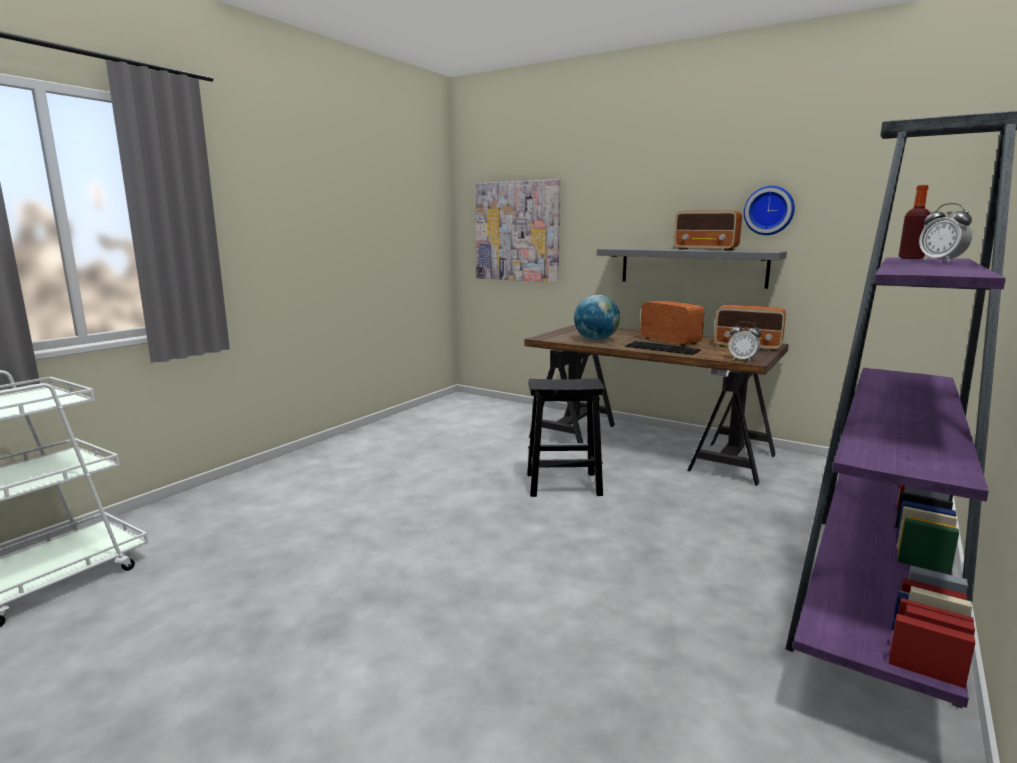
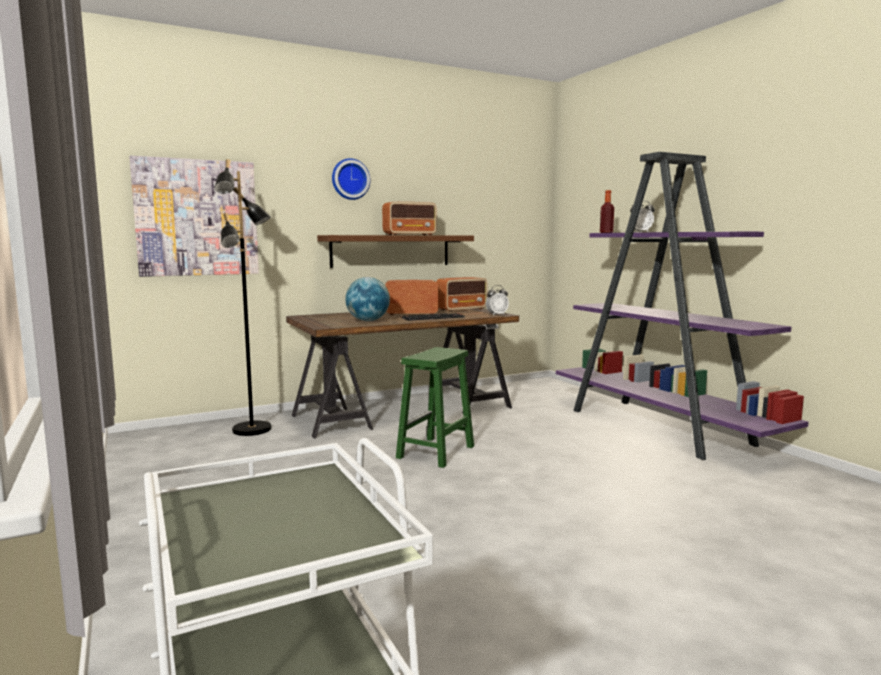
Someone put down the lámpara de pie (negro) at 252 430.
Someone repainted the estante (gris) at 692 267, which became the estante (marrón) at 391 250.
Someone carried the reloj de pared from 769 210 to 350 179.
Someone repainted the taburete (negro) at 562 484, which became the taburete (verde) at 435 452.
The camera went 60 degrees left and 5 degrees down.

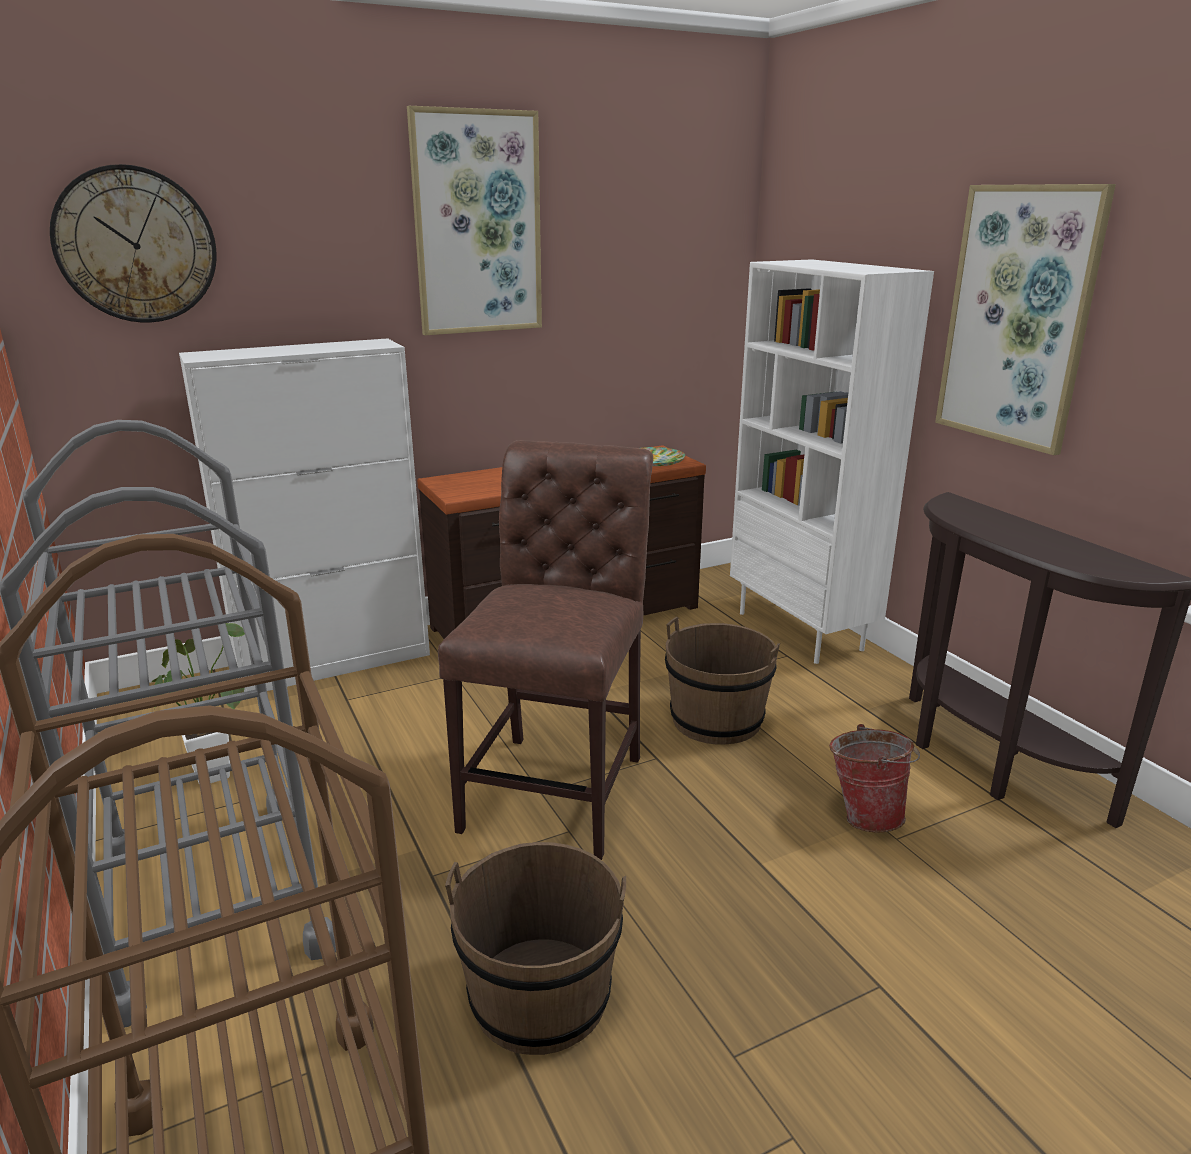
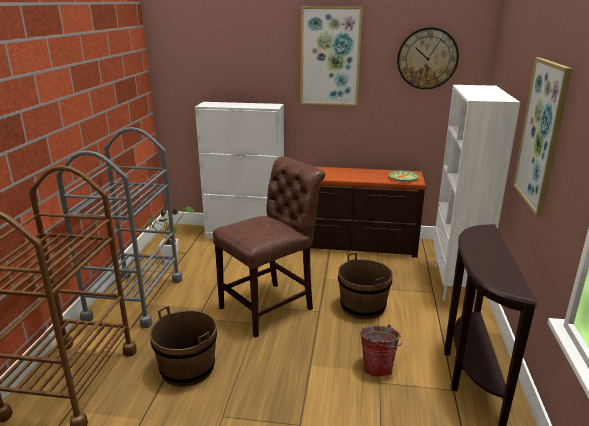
Someone carried the reloj de pared from 136 245 to 427 58.
The camera went 35 degrees right and 0 degrees up.

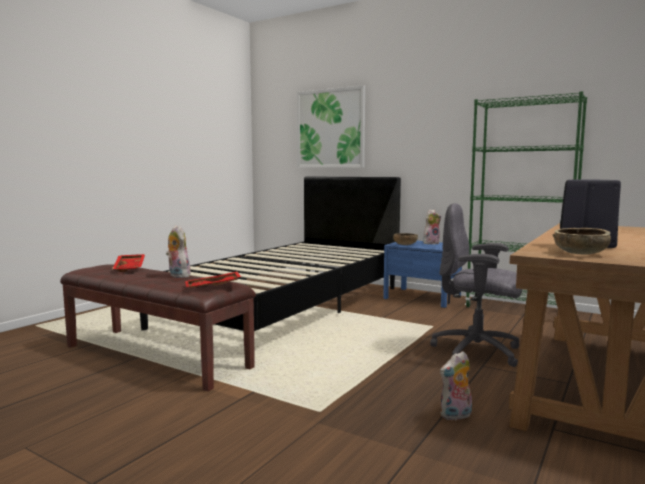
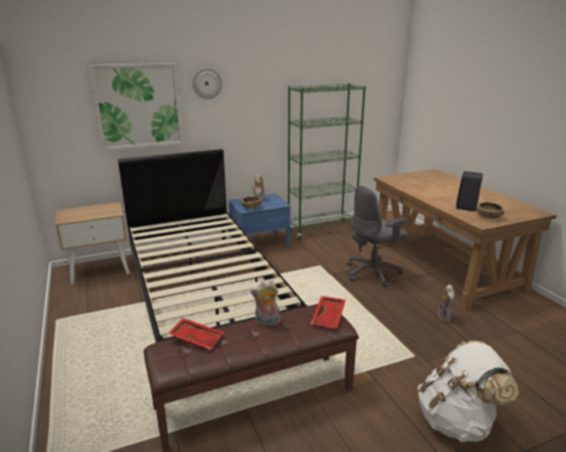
Someone put down the mesita de noche (beis) at 100 269.
Someone put up the reloj de pared at 207 83.
Someone put down the mochila (blanco) at 457 421.
The camera went 55 degrees left and 15 degrees up.

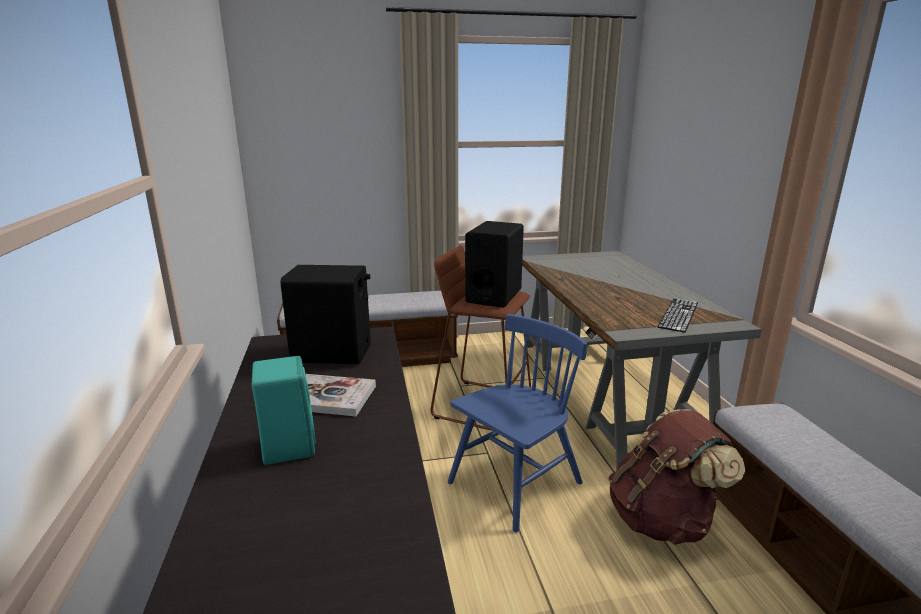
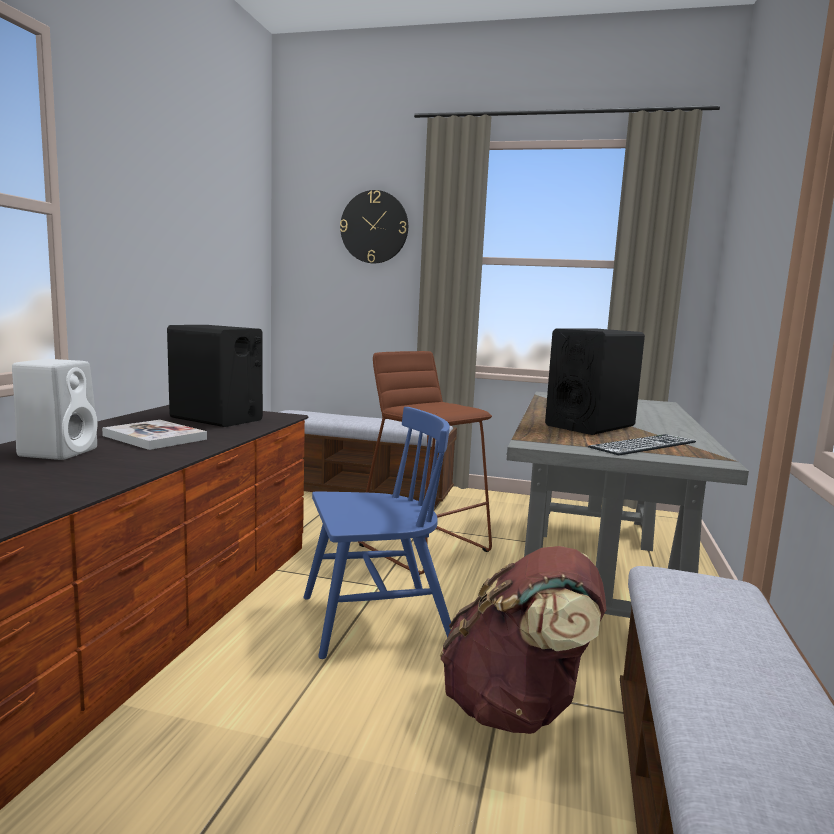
Someone repainted the altavoz (turquesa) at 288 445, which became the altavoz (blanco) at 59 452.
Someone put up the reloj de pared at 374 227.
Someone carried the altavoz (negro) from 494 296 to 590 426.
The camera went 25 degrees right and 10 degrees down.

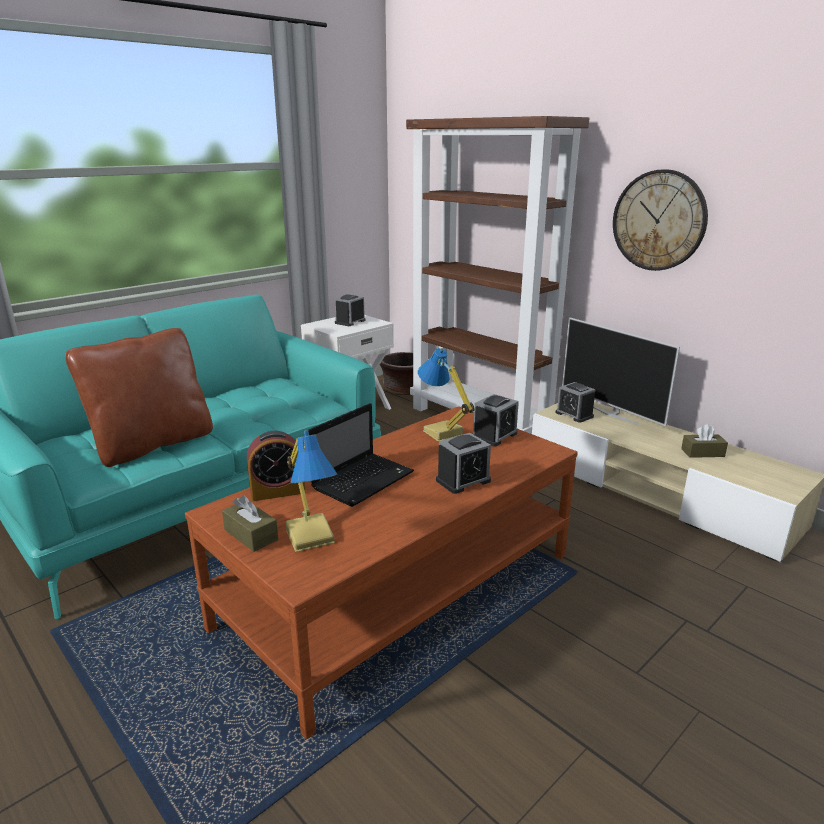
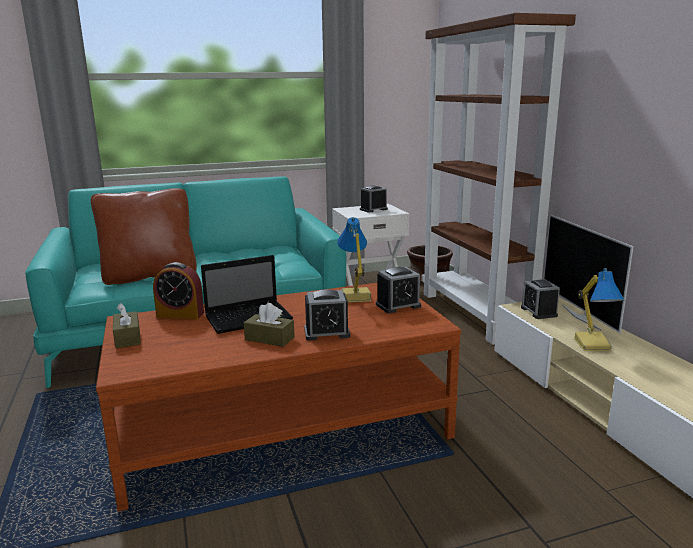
Someone carried the caja de pañuelos (marrón) from 702 453 to 269 338.
Someone carried the lámpara de mesa from 312 536 to 593 344.
Someone took away the reloj de pared at 659 220.
The camera went 25 degrees right and 5 degrees down.

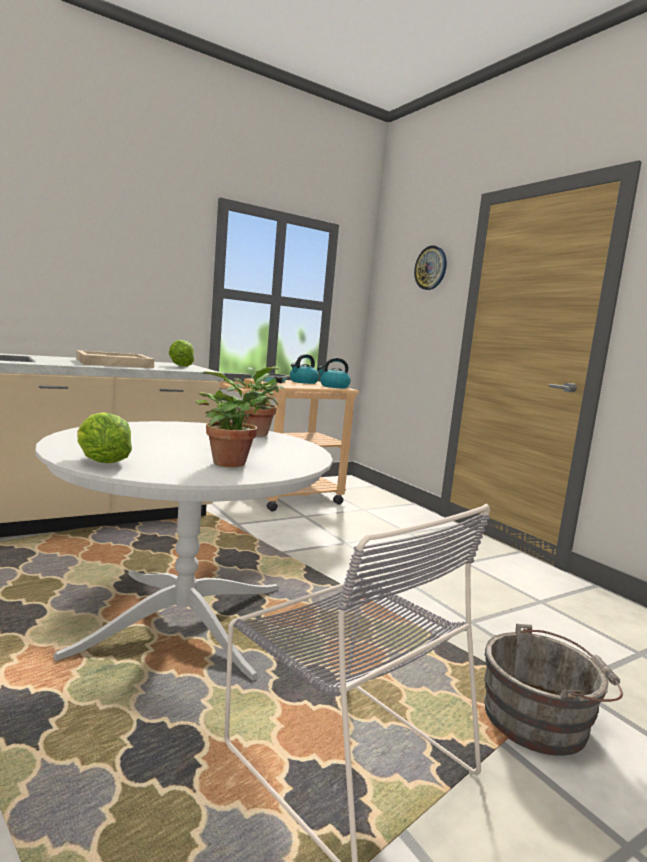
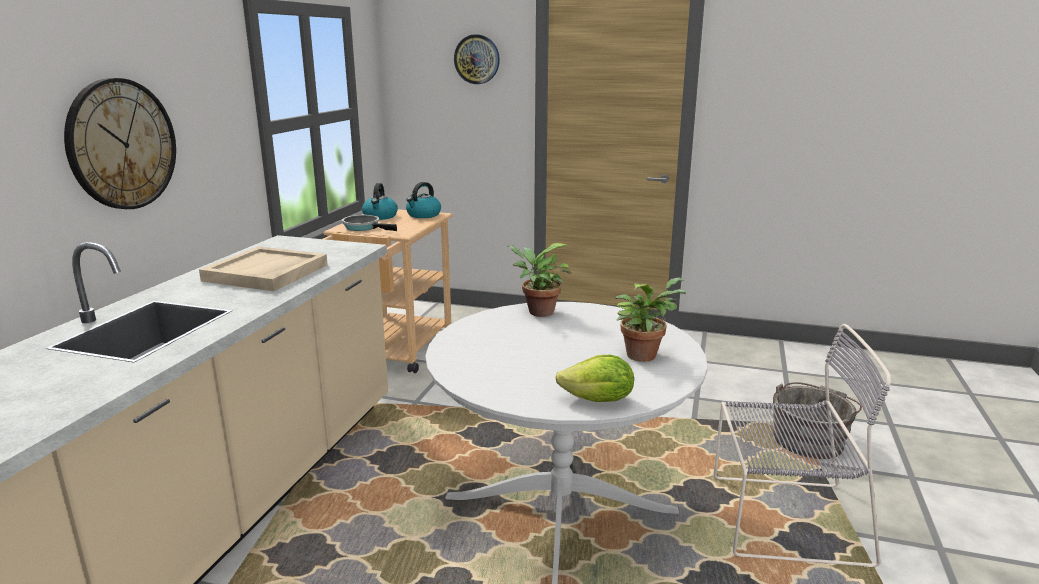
Someone put up the reloj de pared at 122 144.
Someone took away the lechuga at 180 366.
The camera went 40 degrees left and 10 degrees up.

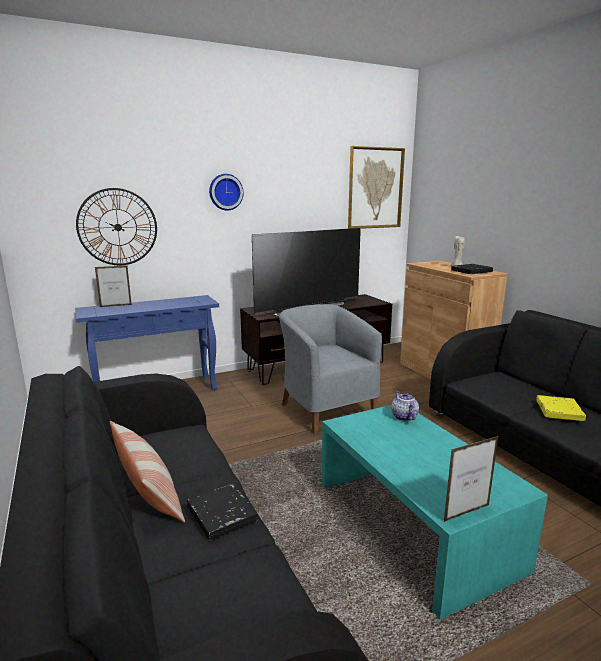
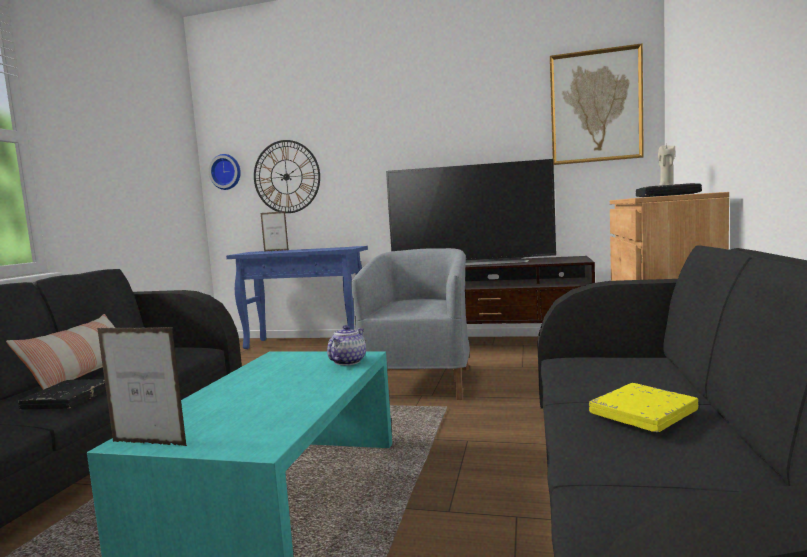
Someone carried the reloj de pared from 225 192 to 226 172.
The camera went 40 degrees right and 10 degrees down.

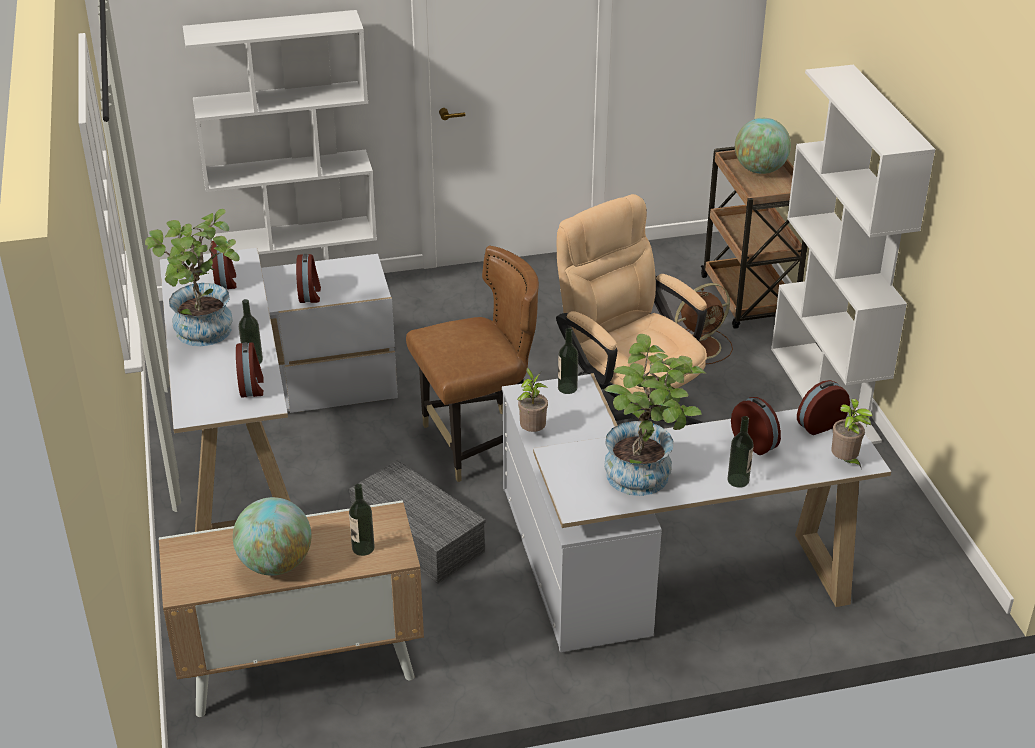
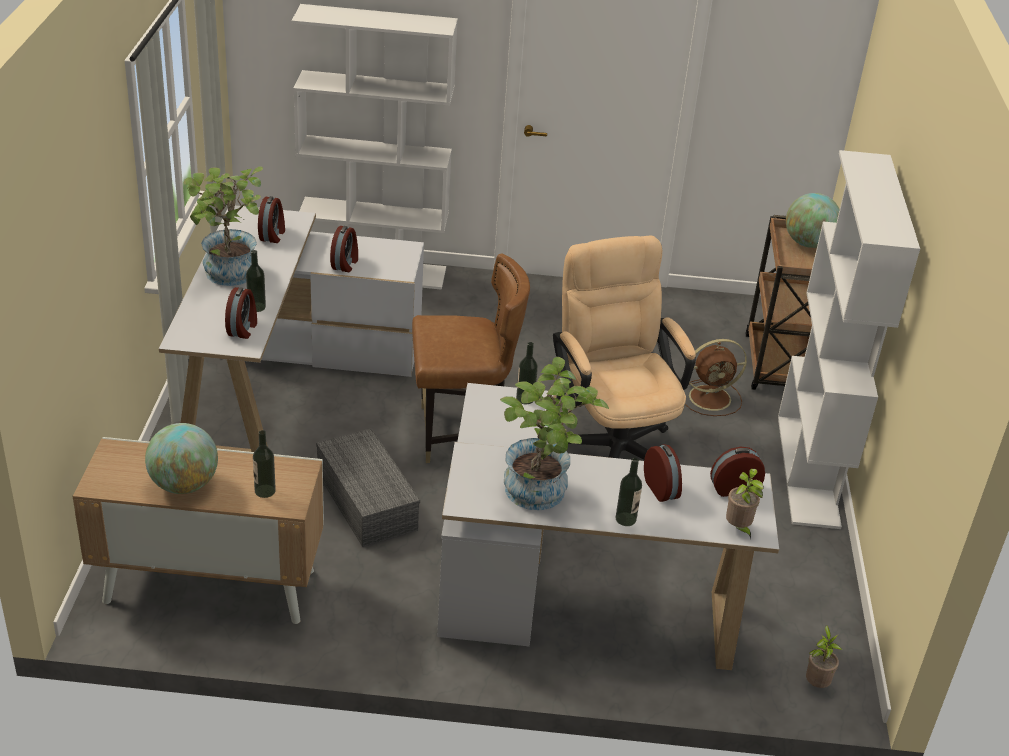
Someone carried the planta en maceta from 532 431 to 816 684.
The camera went 15 degrees right and 0 degrees up.

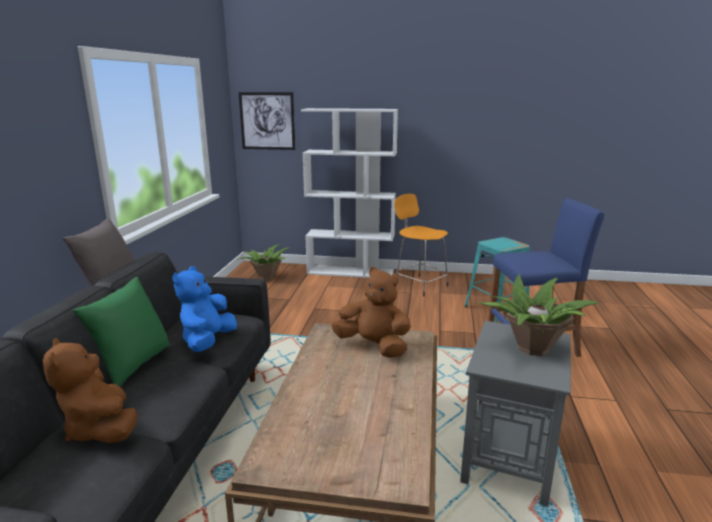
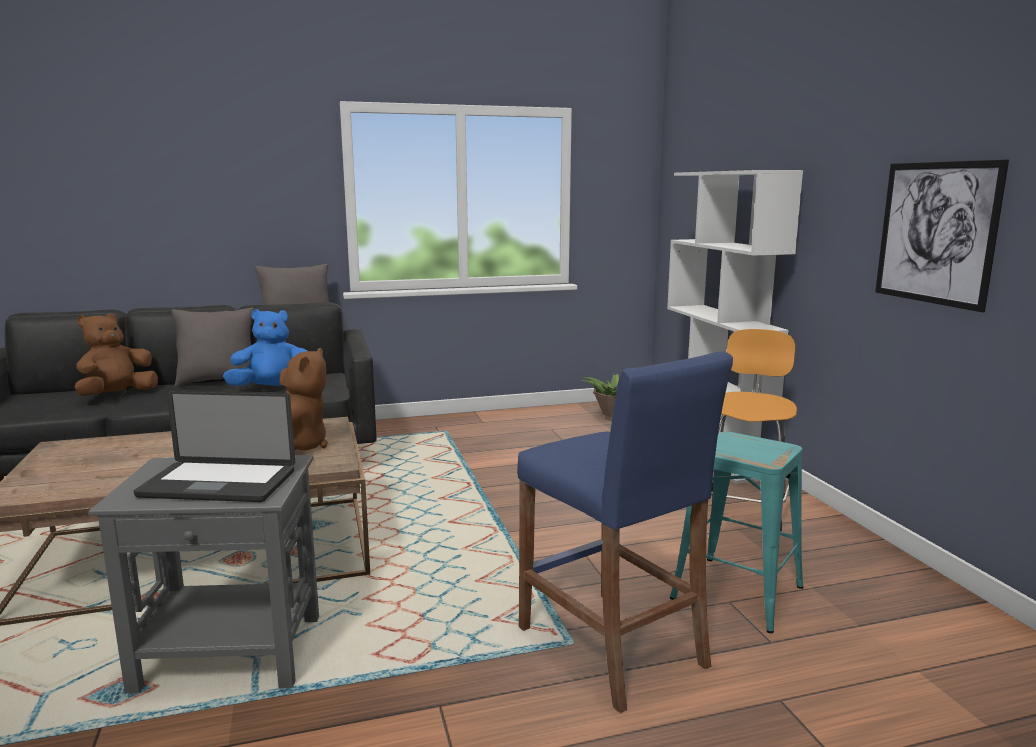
Someone swapped the planta en maceta at 532 349 for the portátil at 218 484.
Someone repainted the cojín (verde) at 133 366, which became the cojín (gris) at 218 381.
Someone carried the cuadro from 267 121 to 936 233.
The camera went 65 degrees right and 5 degrees down.

